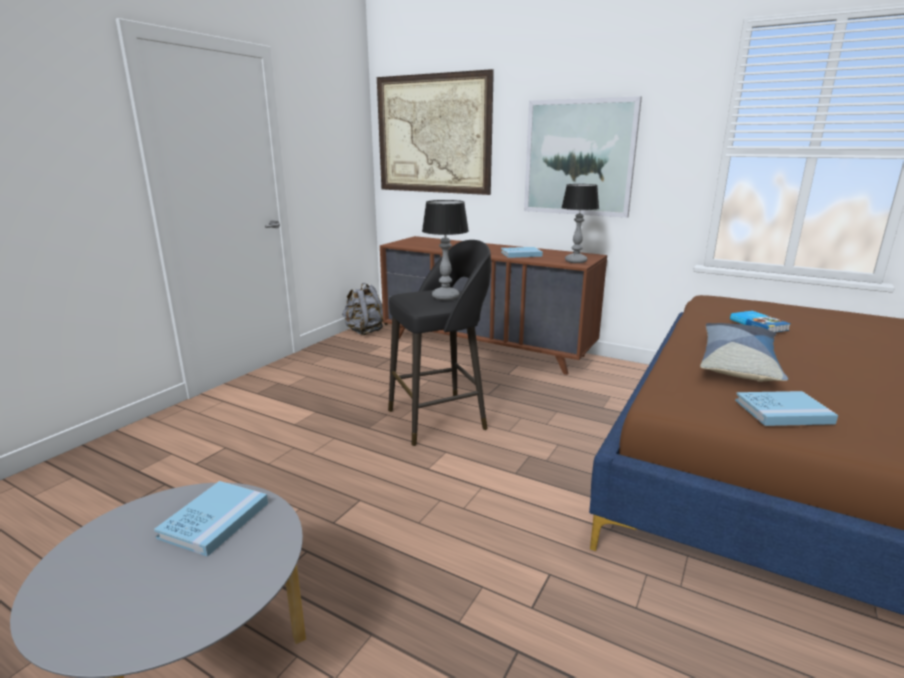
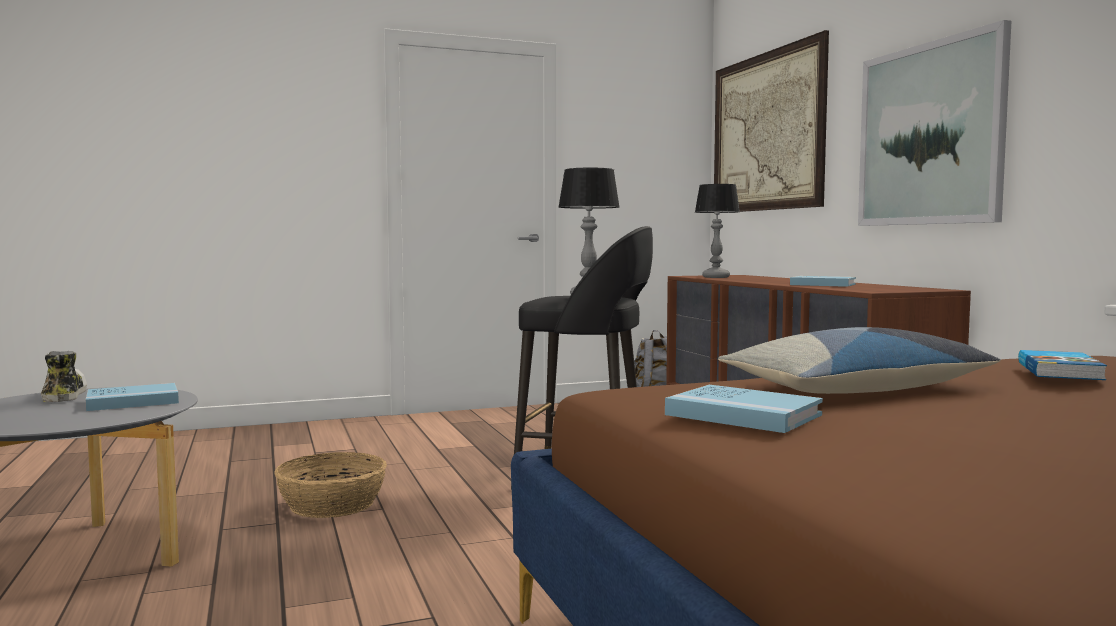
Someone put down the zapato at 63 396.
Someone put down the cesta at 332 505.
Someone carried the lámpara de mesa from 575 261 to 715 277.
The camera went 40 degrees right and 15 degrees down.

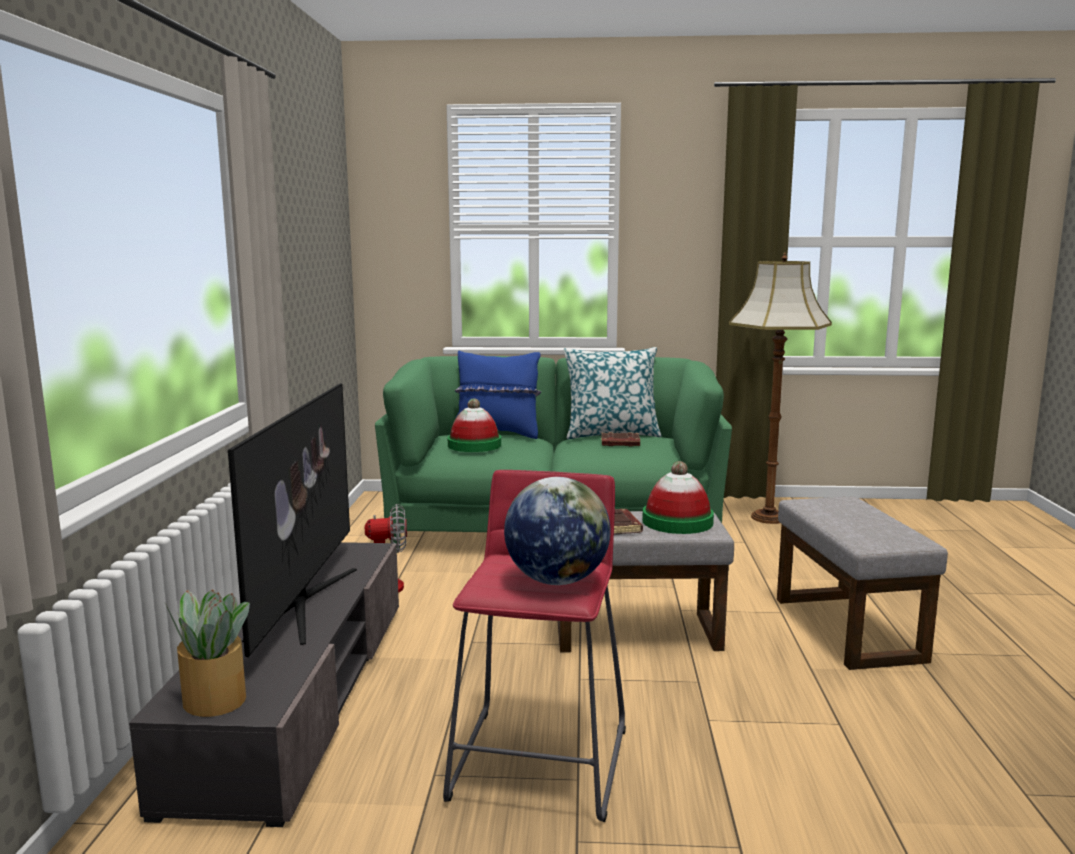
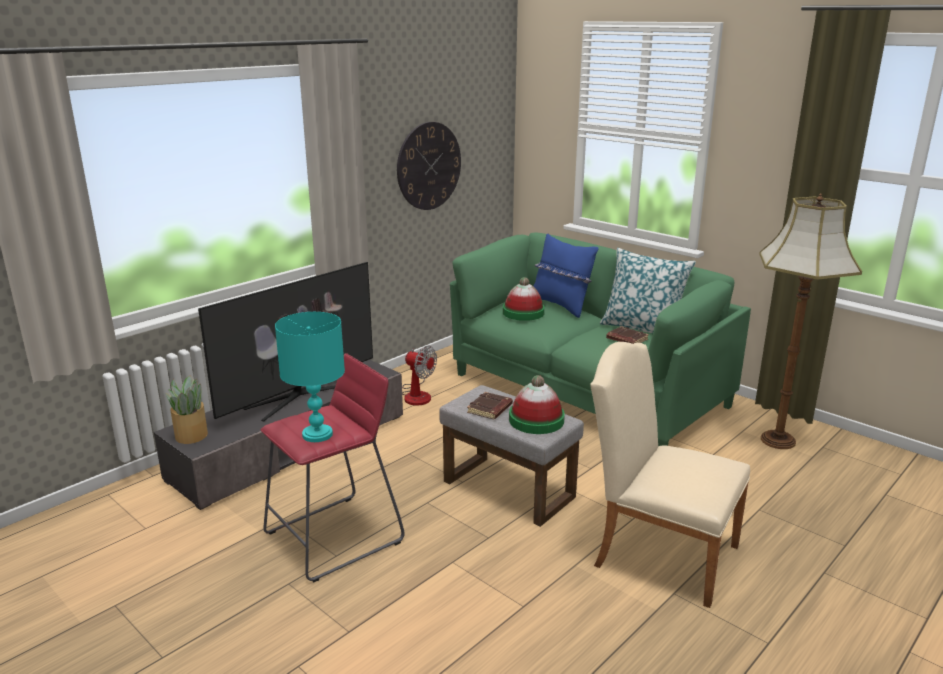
Someone swapped the globo terráqueo at 557 580 for the lámpara de mesa (turquesa) at 318 434.
Someone put up the reloj de pared at 429 166.
Someone swapped the puf (gris) at 845 628 for the silla (beis) at 657 551.
The camera went 40 degrees right and 10 degrees up.

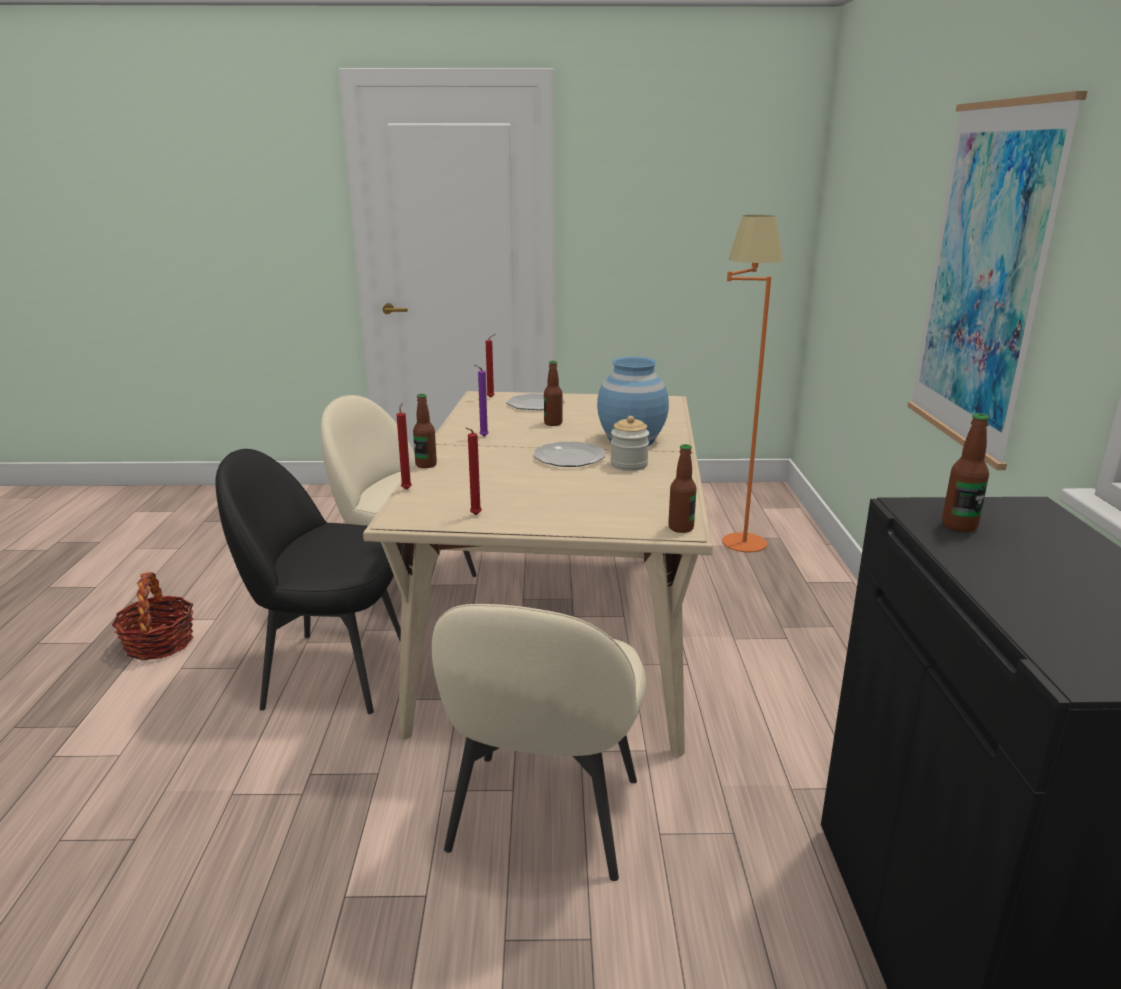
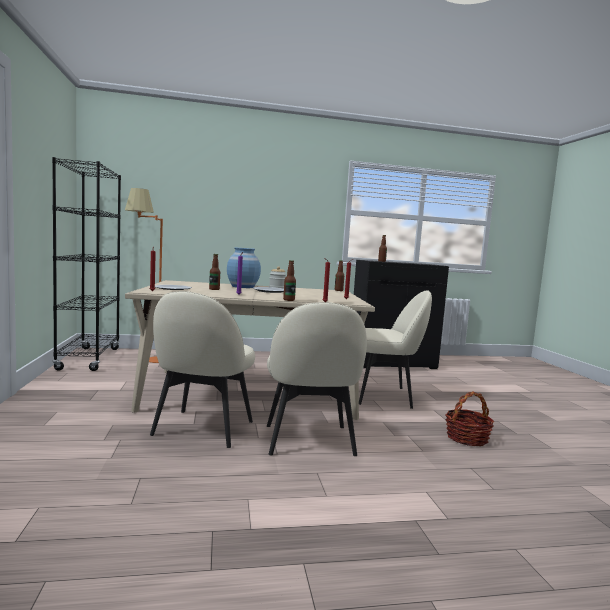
Someone put down the estantería (negro) at 89 359.
Someone repainted the silla (negro) at 331 671, which became the silla (beis) at 309 441.
Someone carried the cesta from 159 643 to 467 438.
Someone took away the cuadro at 984 279.
The camera went 100 degrees left and 15 degrees down.

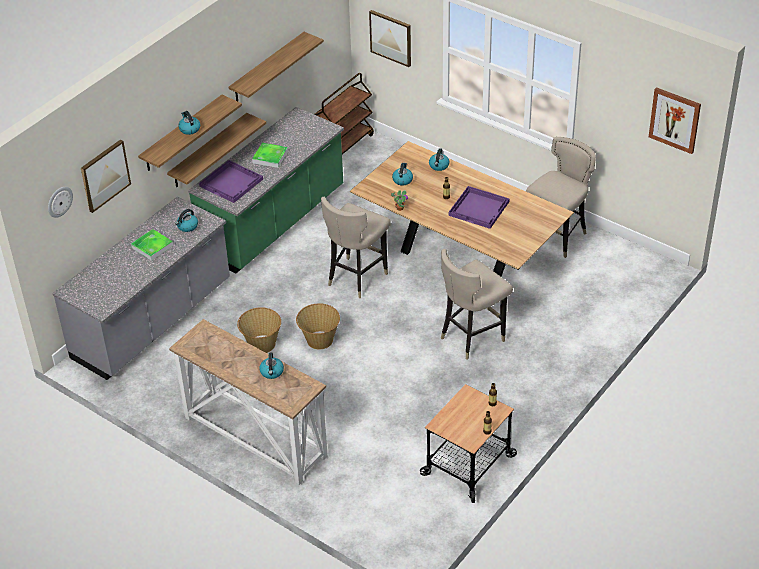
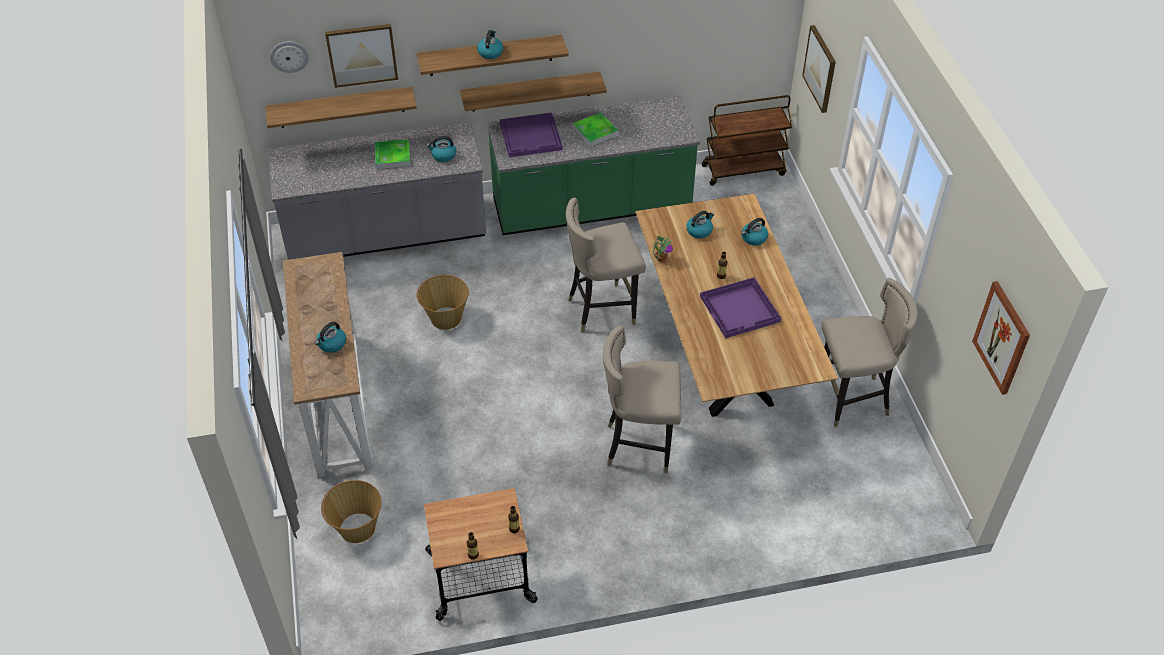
Someone carried the estante from 267 68 to 341 107.
Someone carried the cesta from 319 340 to 356 528.
The camera went 40 degrees right and 5 degrees up.

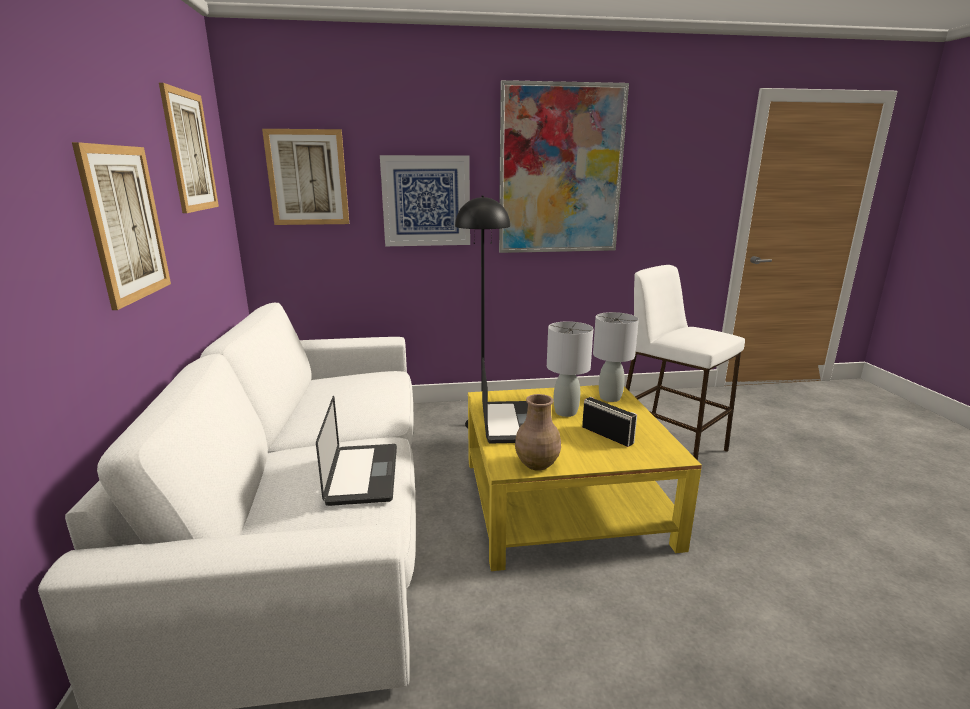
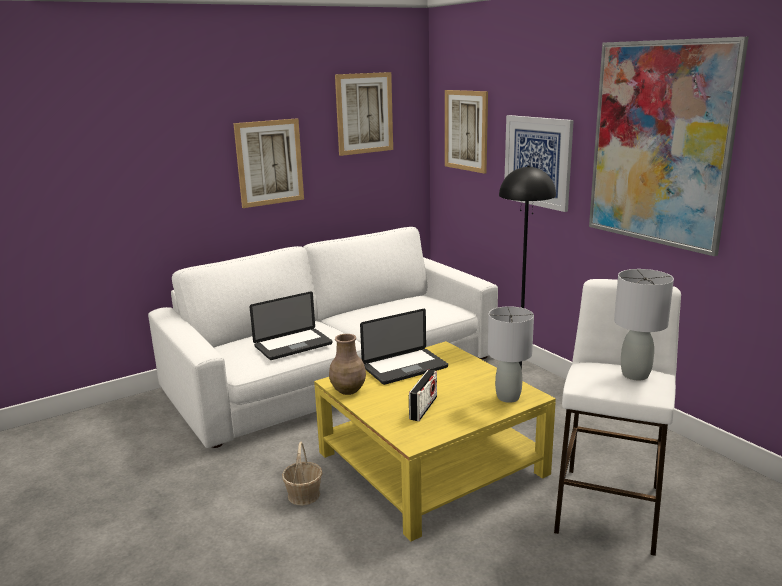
Someone put down the cesta at 304 495.
Someone carried the lámpara de mesa (gris) from 565 412 to 635 375.
The camera went 65 degrees right and 0 degrees up.

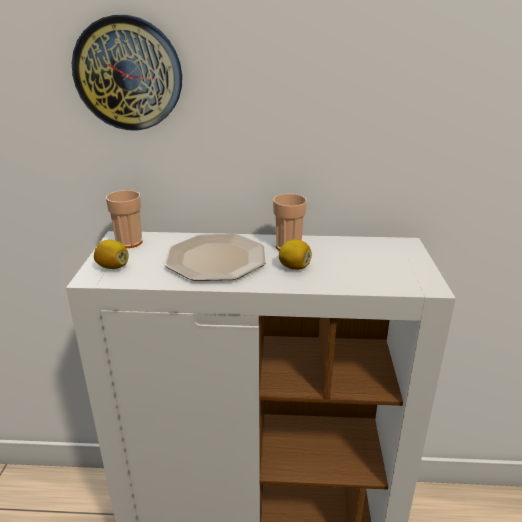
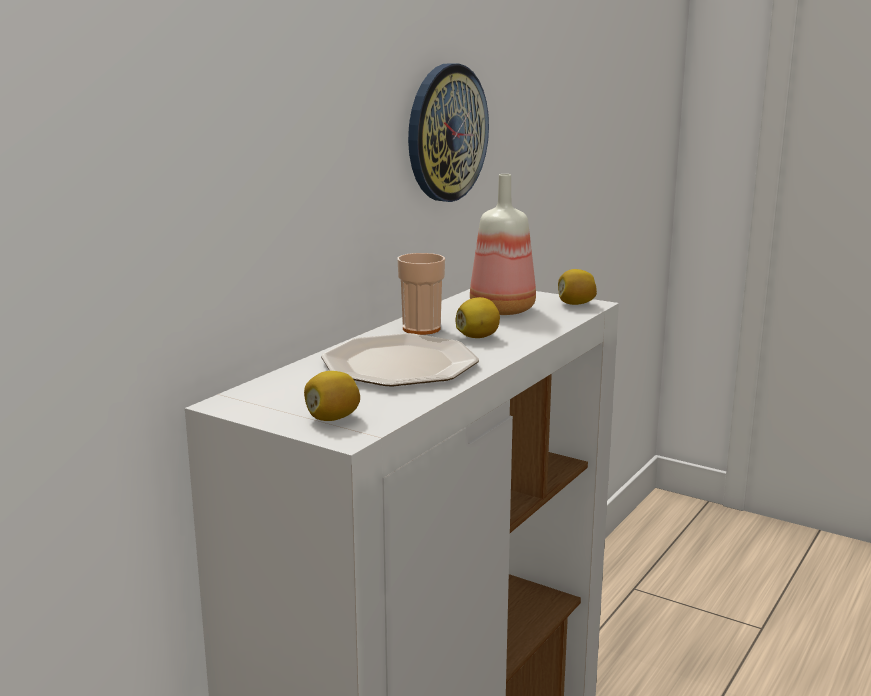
Someone carried the reloj de pared from 128 74 to 446 133.
Someone put down the botella at 504 310.
Someone put down the limón at 575 304.
Someone took away the taza at 129 242.
The camera went 60 degrees left and 10 degrees down.

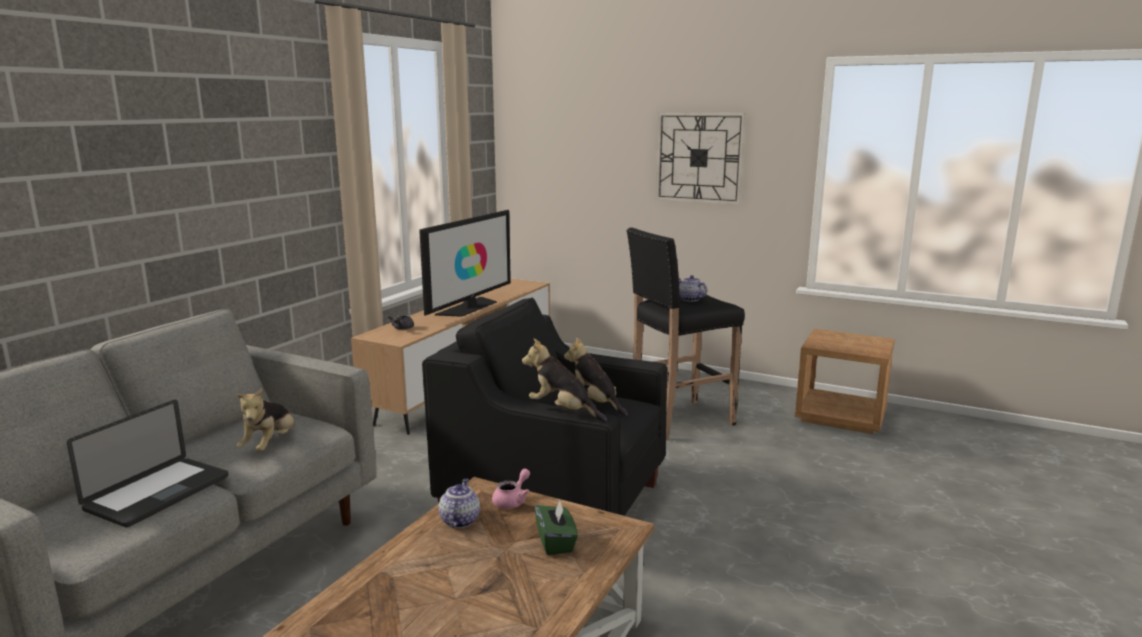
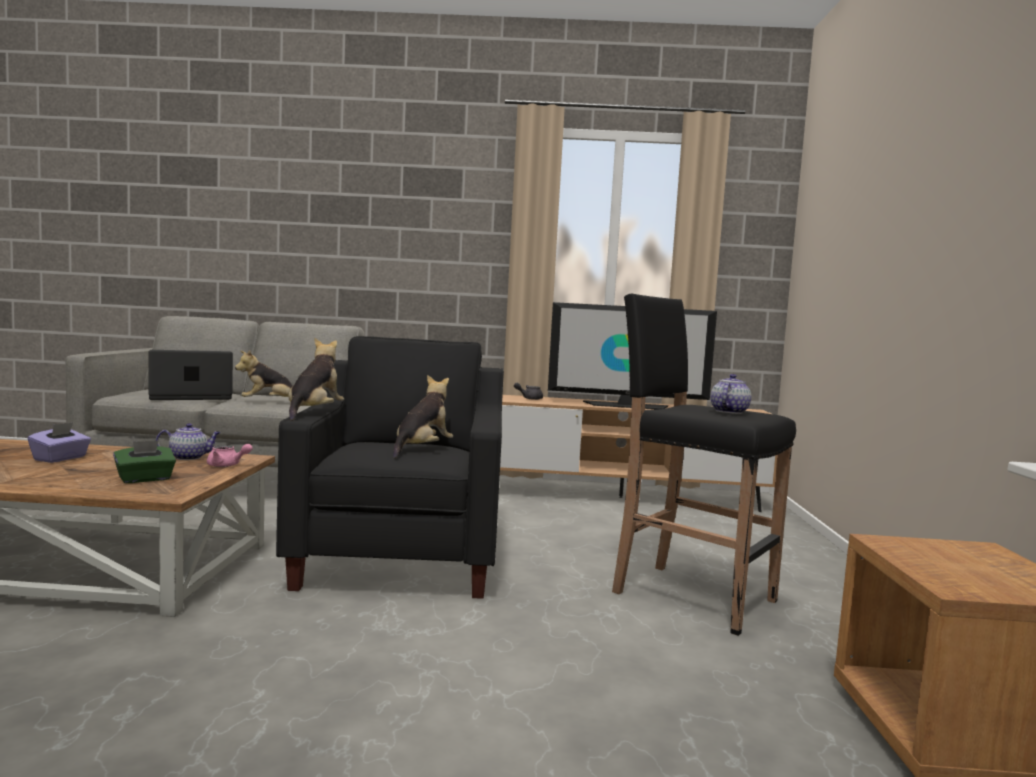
Someone put down the caja de pañuelos (morado) at 60 458.
Someone rotated the portátil at 158 493 by 150 degrees clockwise.
Someone took away the reloj de pared at 699 157.
The camera went 65 degrees right and 10 degrees down.

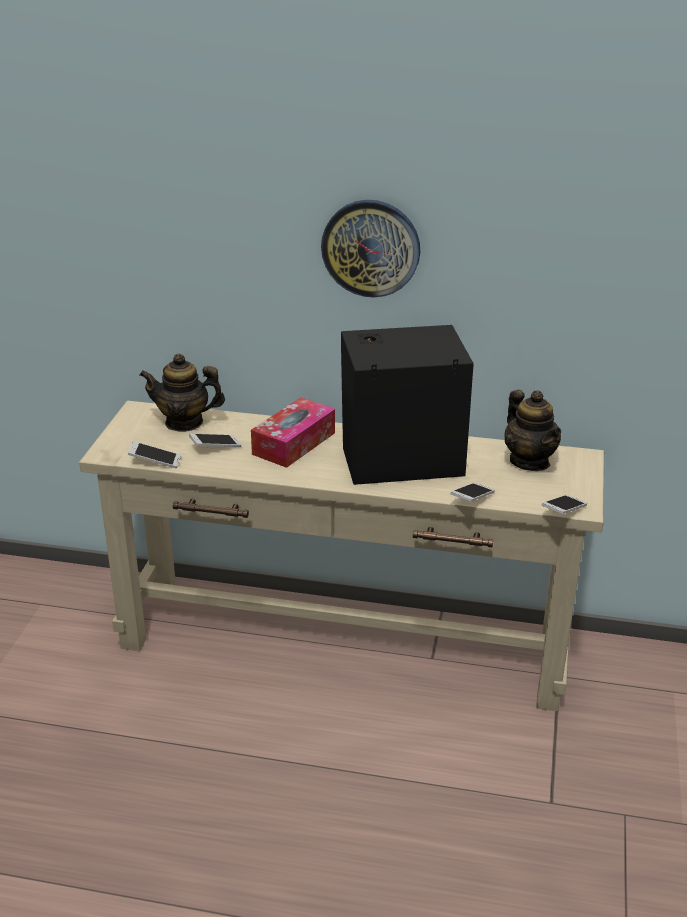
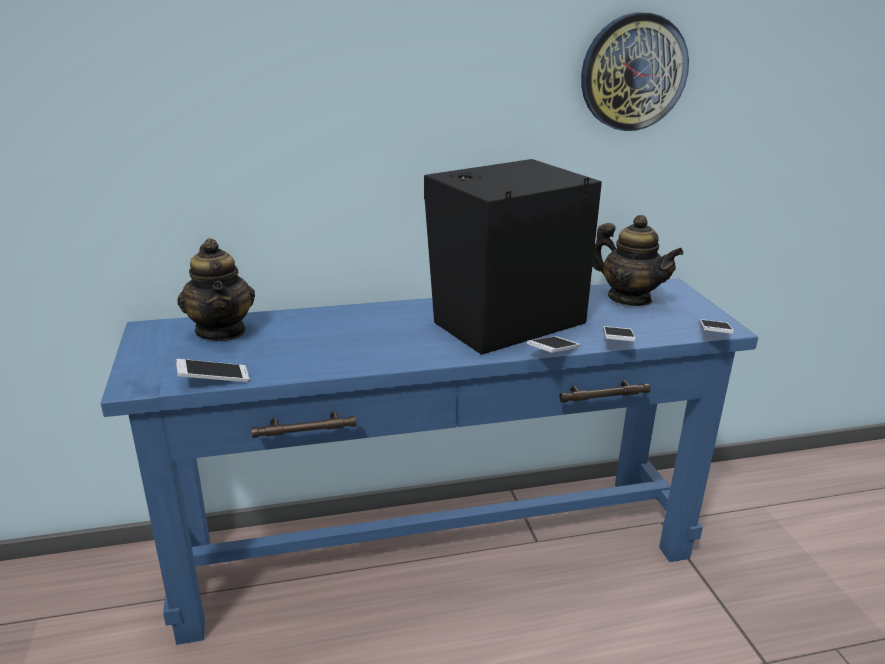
Someone repainted the mesa consola (beis) at 343 642, which became the mesa consola (azul) at 437 552.
Someone rotated the tetera at 184 422 by 90 degrees counterclockwise.
Someone carried the móvil from 215 447 to 553 353.
Someone carried the reloj de pared from 371 248 to 633 72.
Someone took away the caja de pañuelos at 294 443.
The camera went 25 degrees left and 5 degrees down.

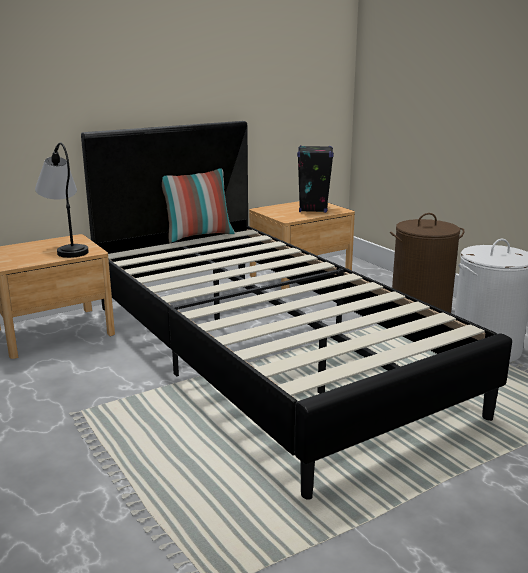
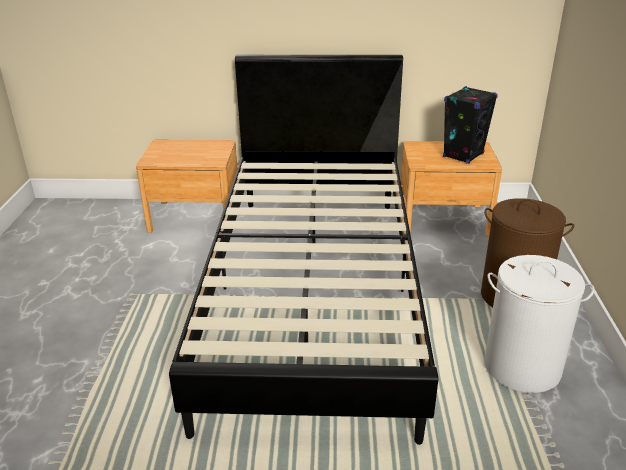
Someone took away the lámpara de mesa at 67 247.
Someone took away the cojín at 198 236.
The camera went 35 degrees right and 10 degrees up.

